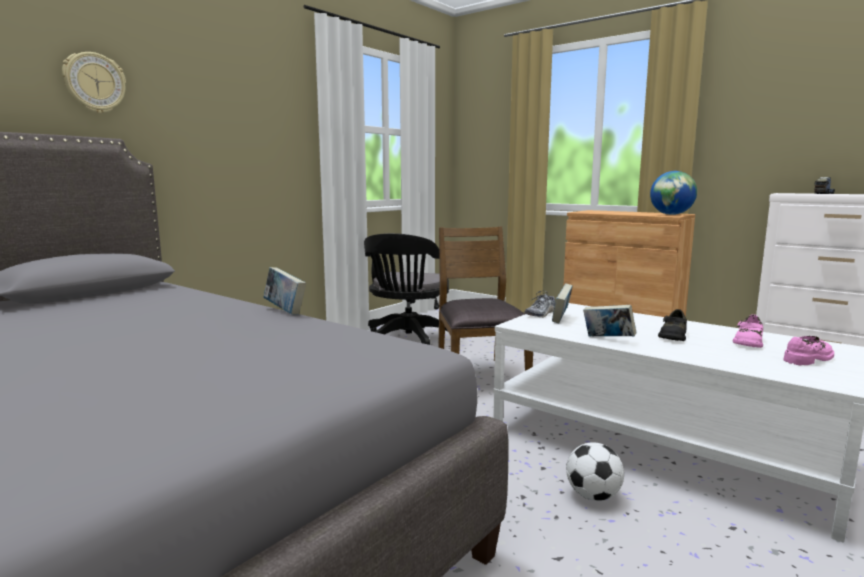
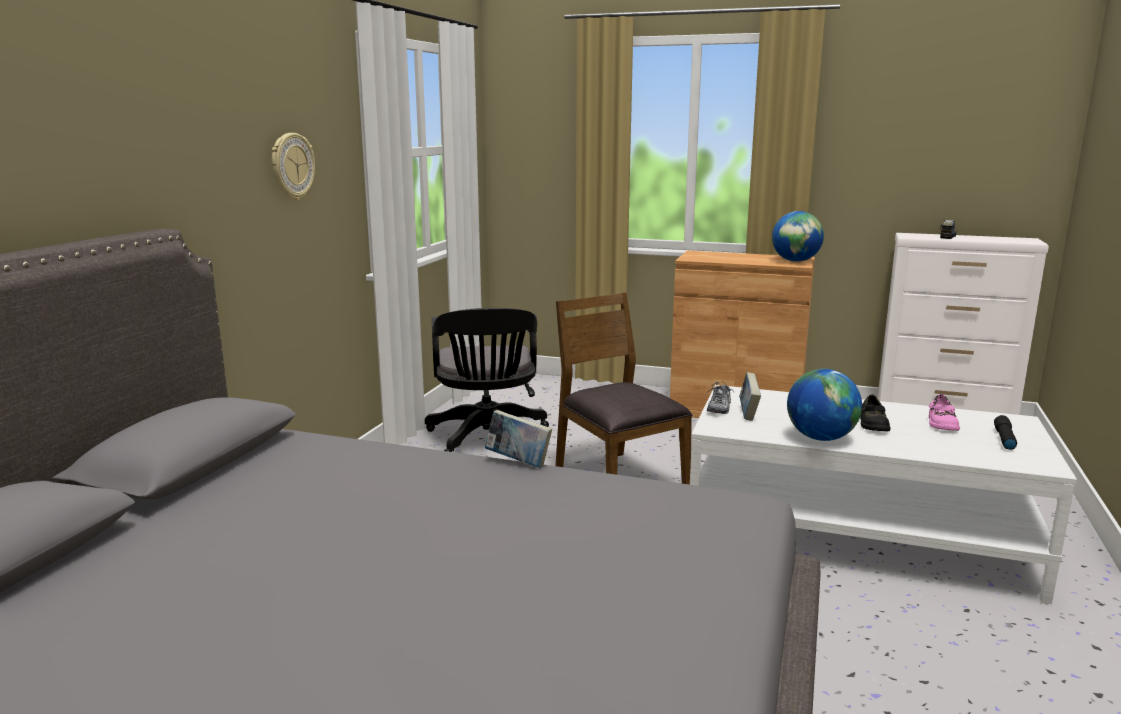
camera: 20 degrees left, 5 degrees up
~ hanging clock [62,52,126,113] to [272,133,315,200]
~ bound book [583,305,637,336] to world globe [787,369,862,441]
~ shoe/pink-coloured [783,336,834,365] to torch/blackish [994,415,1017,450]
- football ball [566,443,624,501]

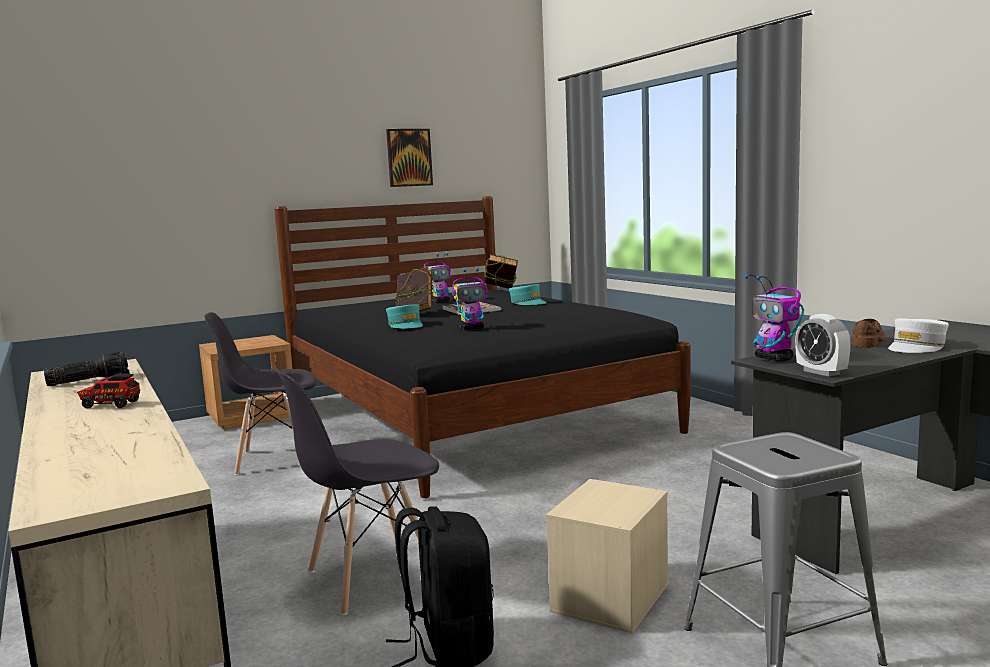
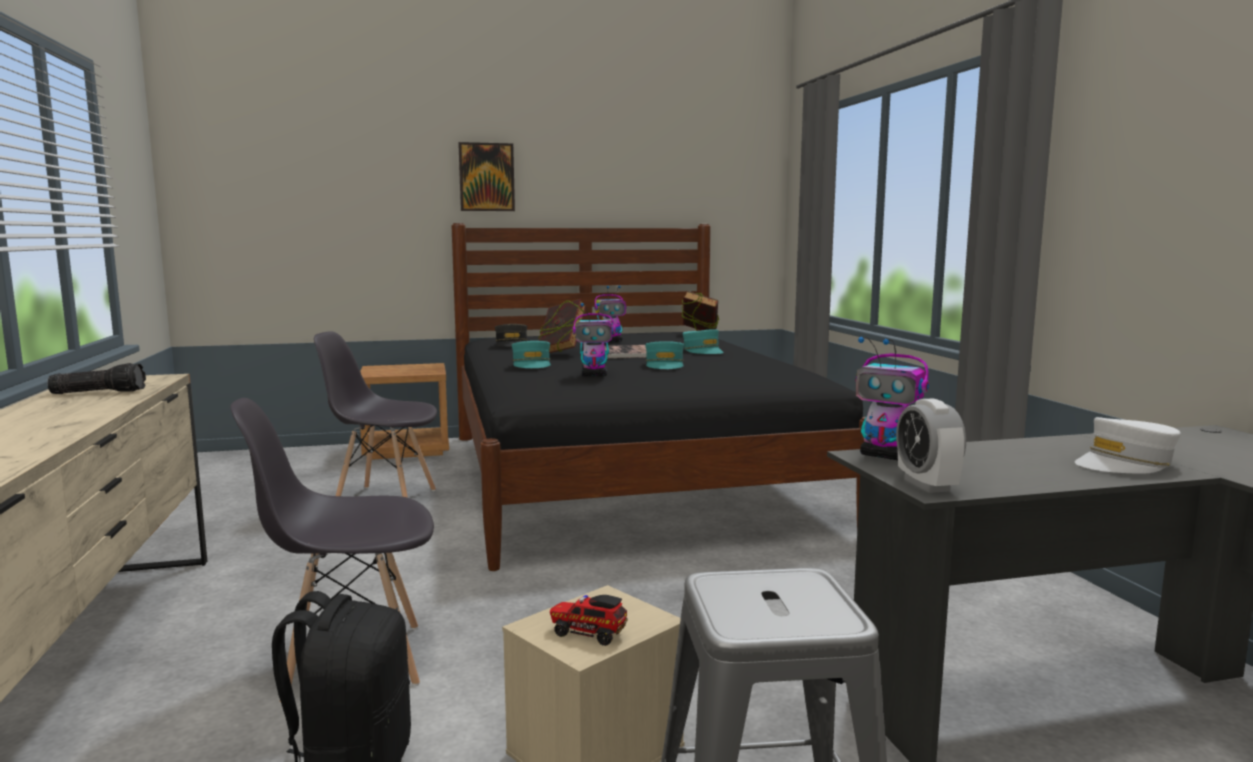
camera: 15 degrees right, 0 degrees up
~ wall picture [386,129,433,187] to [458,142,515,211]
+ cap/grey [495,324,527,347]
~ model truck [77,374,140,409] to [550,595,628,646]
+ cap/blue-green [645,341,684,369]
~ model robot [744,275,804,362] = [856,337,929,460] 45 degrees counterclockwise
- shoe/brown [851,319,886,348]

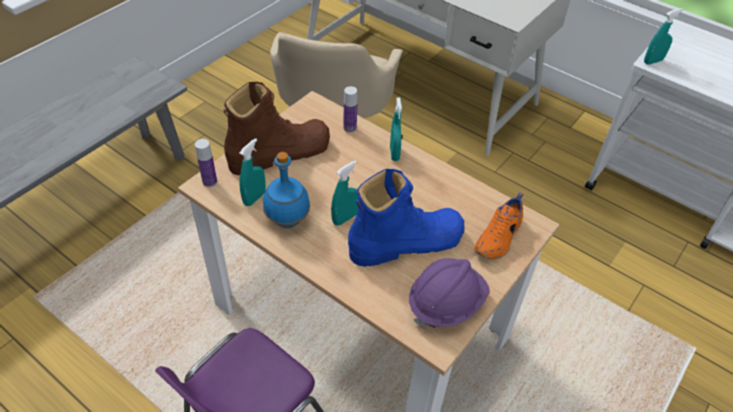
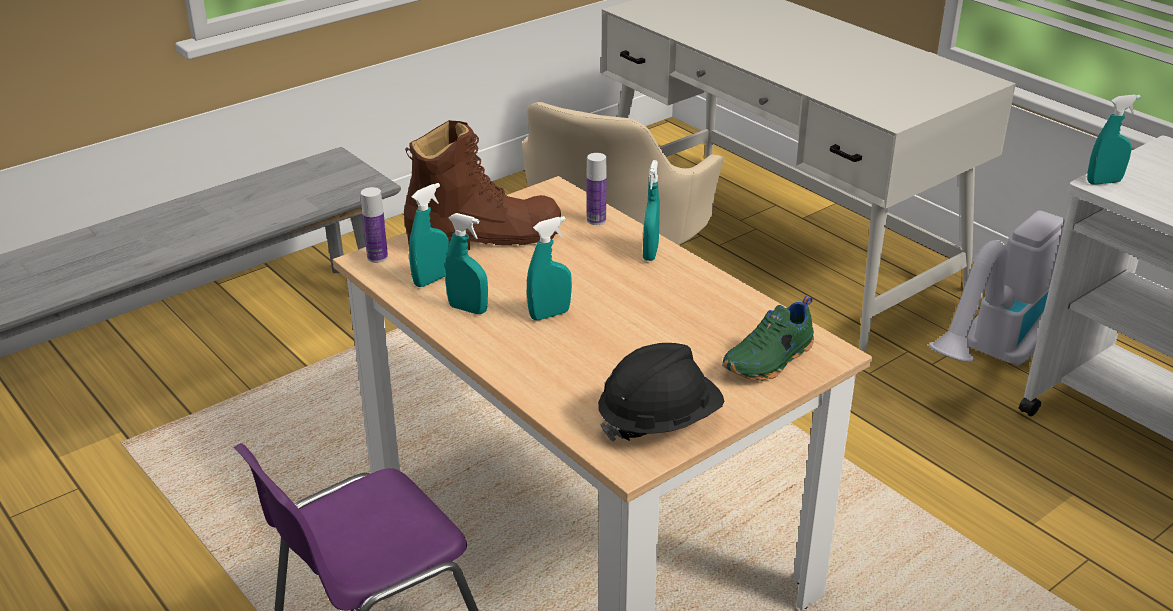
camera: 15 degrees right, 15 degrees down
~ beverage bottle/bluish [263,152,310,229] to spray bottle/blue-green [445,213,488,314]
~ hard hat/purple-coloured [409,258,490,330] to hard hat/blackish [598,343,724,442]
~ shoe/orangey [474,193,523,259] to shoe/green-coloured [722,296,814,381]
+ vacuum cleaner [929,211,1065,367]
- tall boot/bluish [348,169,464,267]

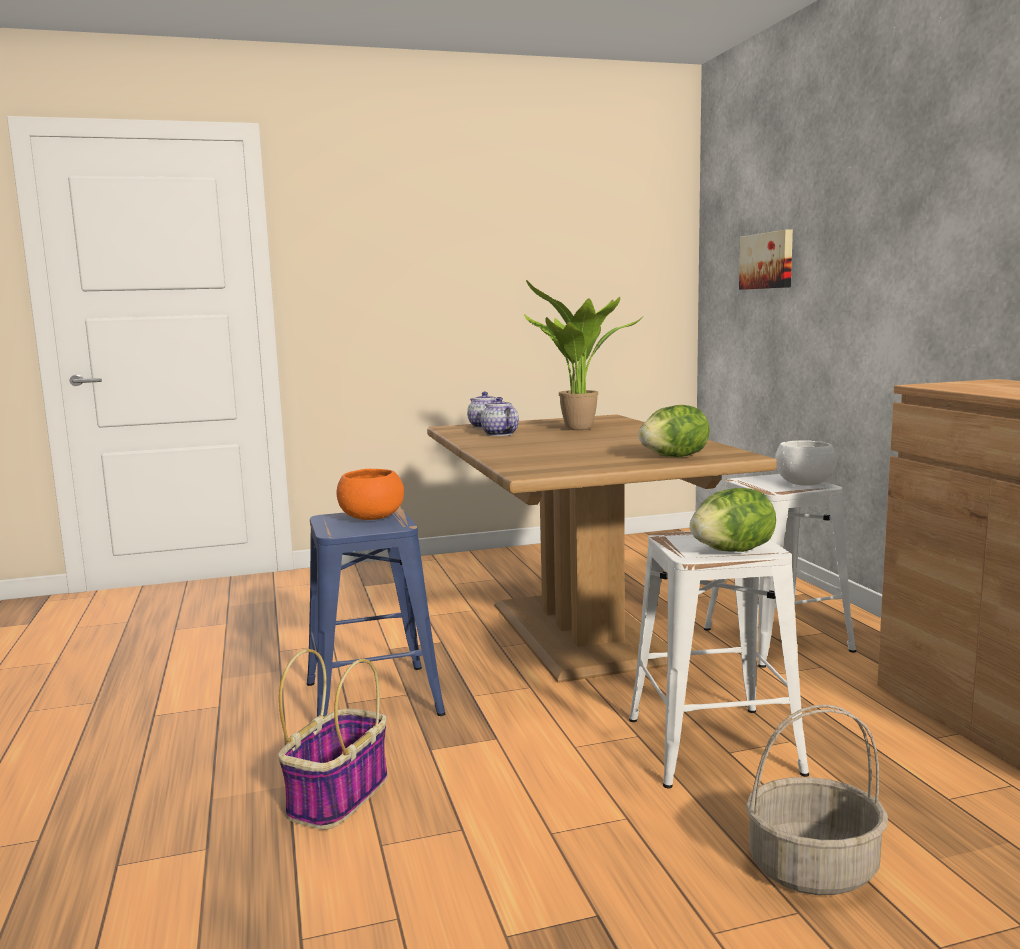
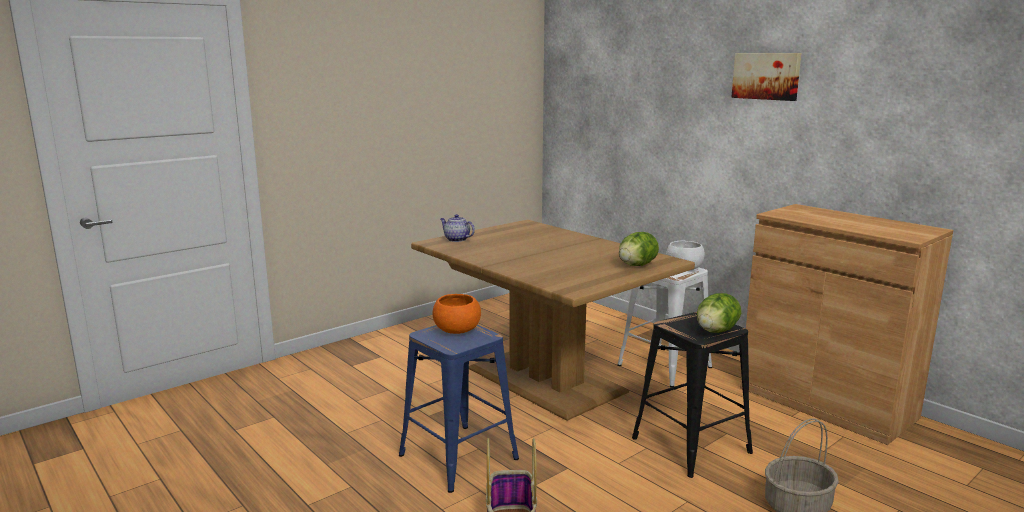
camera: 25 degrees left, 5 degrees up
~ sitting stool/whitish [629,531,809,788] to sitting stool/blackish [632,312,753,478]
~ wall picture [739,230,793,290] to [731,53,802,101]
- teapot [481,397,519,436]
- plant in a pot [524,280,643,430]

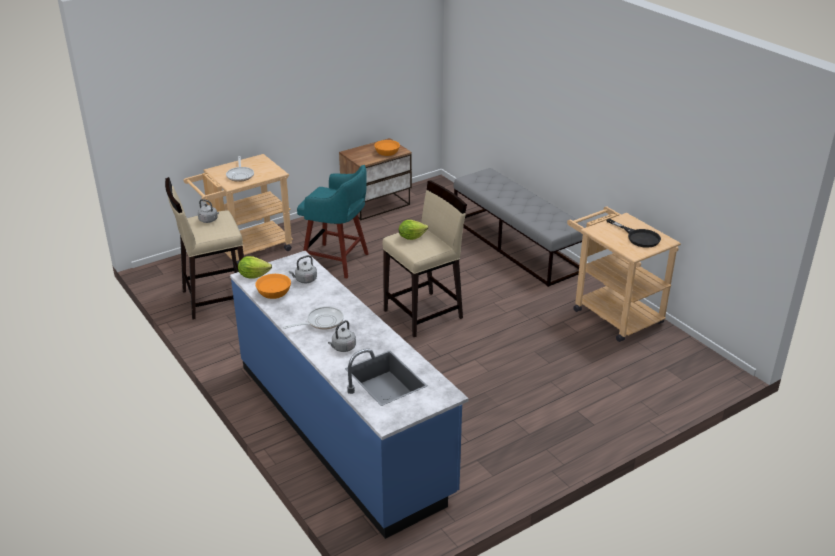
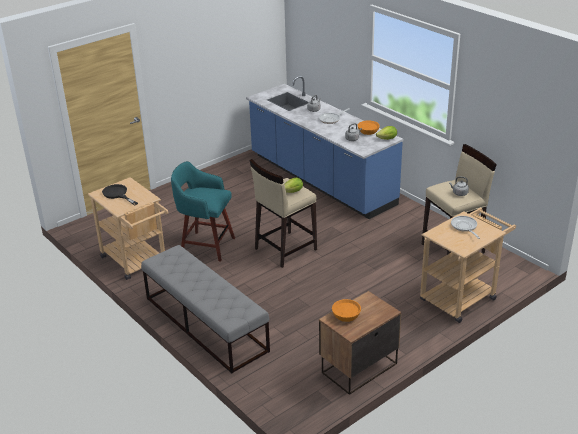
camera: 175 degrees right, 0 degrees up
~ sitting stool/blue-green [297,165,369,278] to [171,161,235,262]

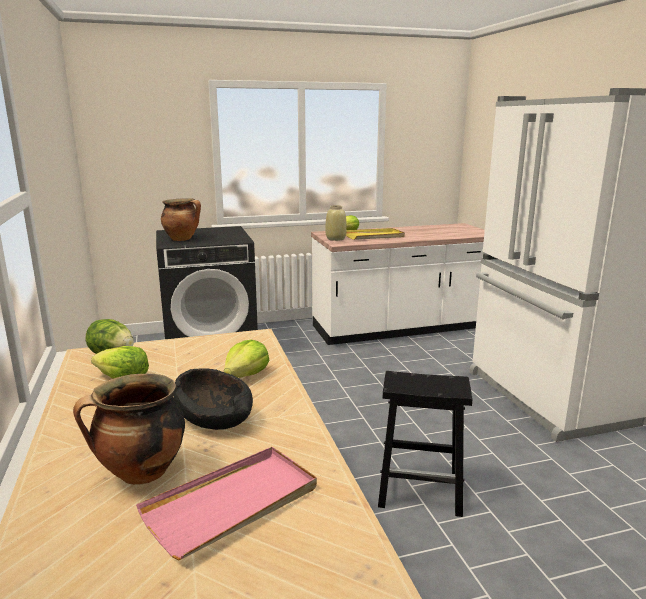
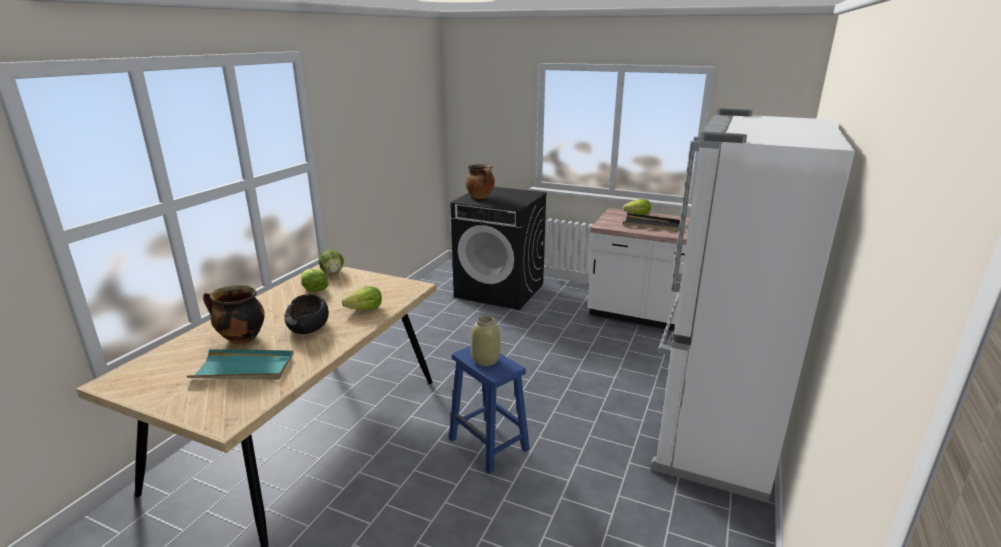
camera: 40 degrees right, 5 degrees up
~ carrying tray/pink-coloured [136,447,317,560] to carrying tray/blue-green [187,349,294,380]
~ sitting stool/blackish [378,371,472,517] to sitting stool/bluish [449,346,530,474]
~ decorative vase/beige-coloured [325,205,347,241] to [471,315,501,366]
~ carrying tray/yellowish [346,228,405,240] to carrying tray/blackish [623,213,680,232]

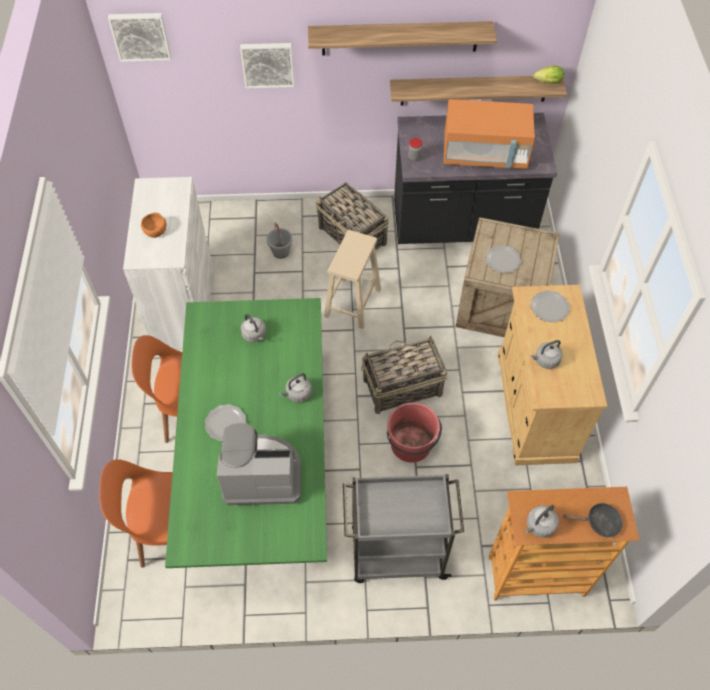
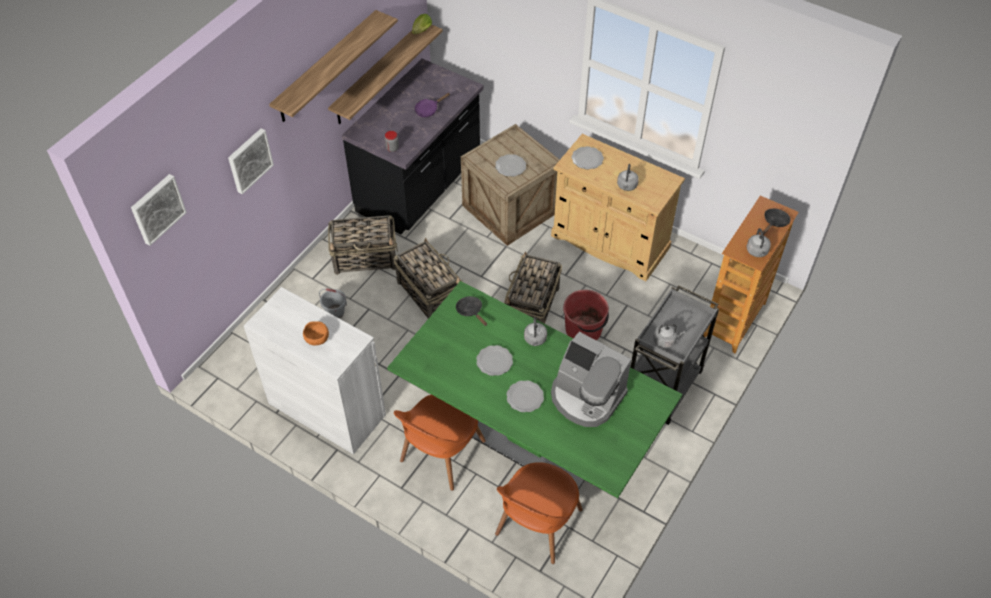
camera: 55 degrees left, 5 degrees down
~ sitting stool/beige-coloured [324,230,381,329] to storage basket [393,237,463,319]
~ kitchen microwave/orangey [443,99,535,169] to pan/purple-coloured [414,93,450,117]
+ pan/blackish [456,296,487,326]
+ plate [476,345,513,376]
~ coffee machine [217,422,301,505] = [551,332,631,427] 90 degrees counterclockwise
~ water kettle/grey [241,314,266,342] to [654,324,685,348]

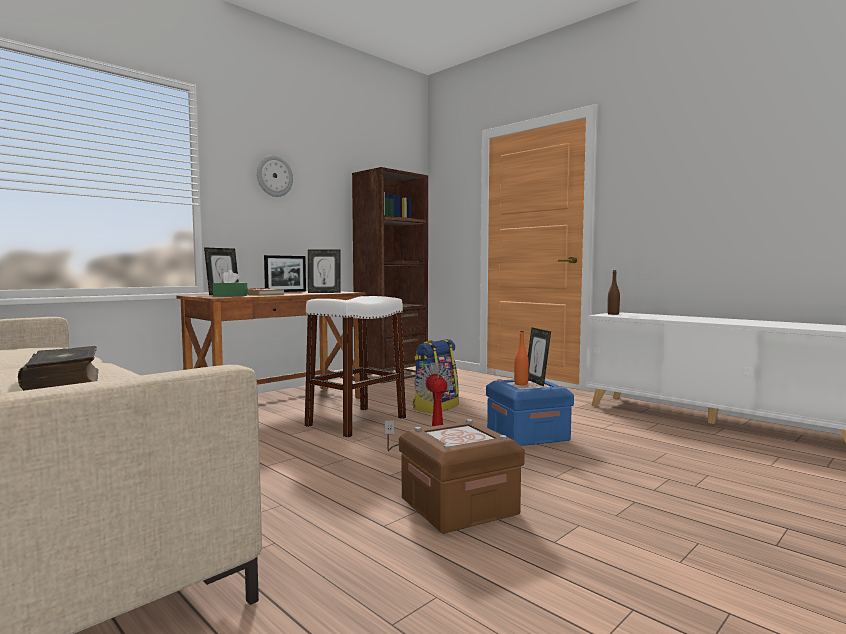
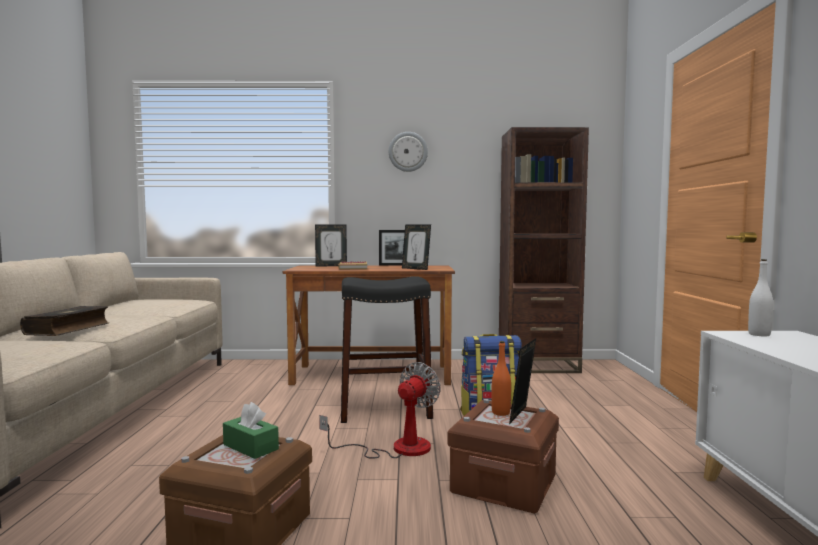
camera: 45 degrees right, 0 degrees up
~ tissue box/green-coloured [213,270,248,296] to [223,402,279,459]
~ sitting stool/whitish [304,296,406,438] to sitting stool/blackish [341,276,433,423]
~ storage box/bluish [486,379,574,446] to storage box/brown [448,399,559,514]
~ beverage bottle/brown [607,270,620,315] to beverage bottle/whitish [748,259,773,336]

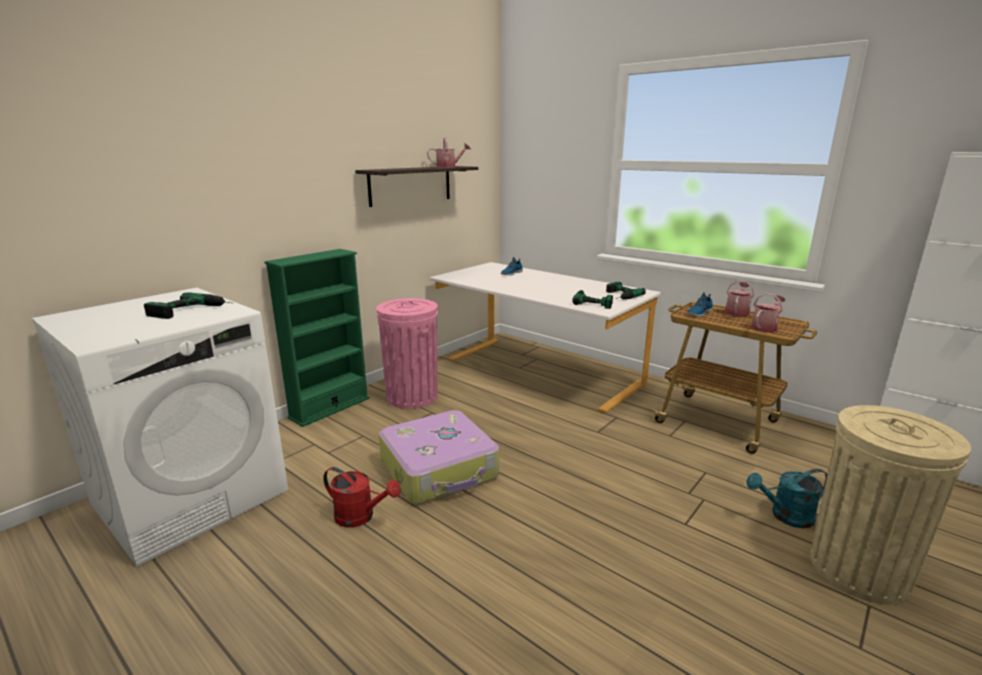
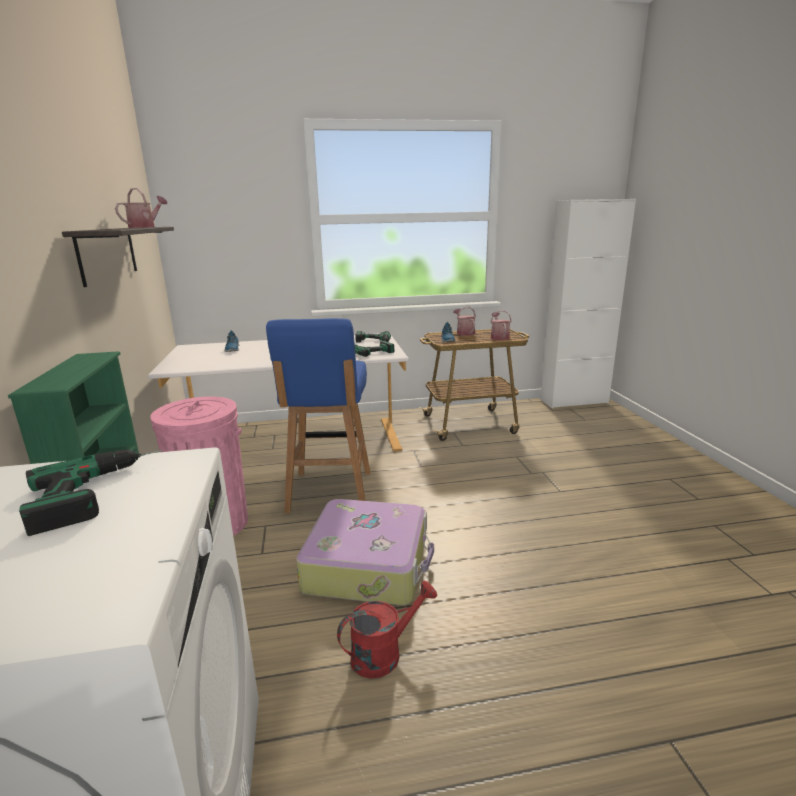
camera: 50 degrees left, 0 degrees up
+ sitting stool/bluish [266,318,370,513]
- watering pot/blue-green [746,469,827,528]
- rubbish bin/beige-coloured [810,405,971,604]

